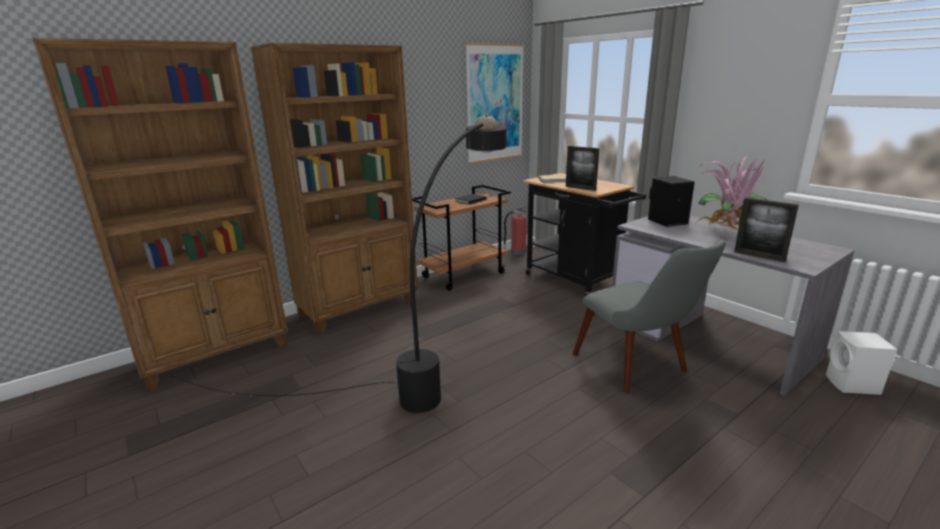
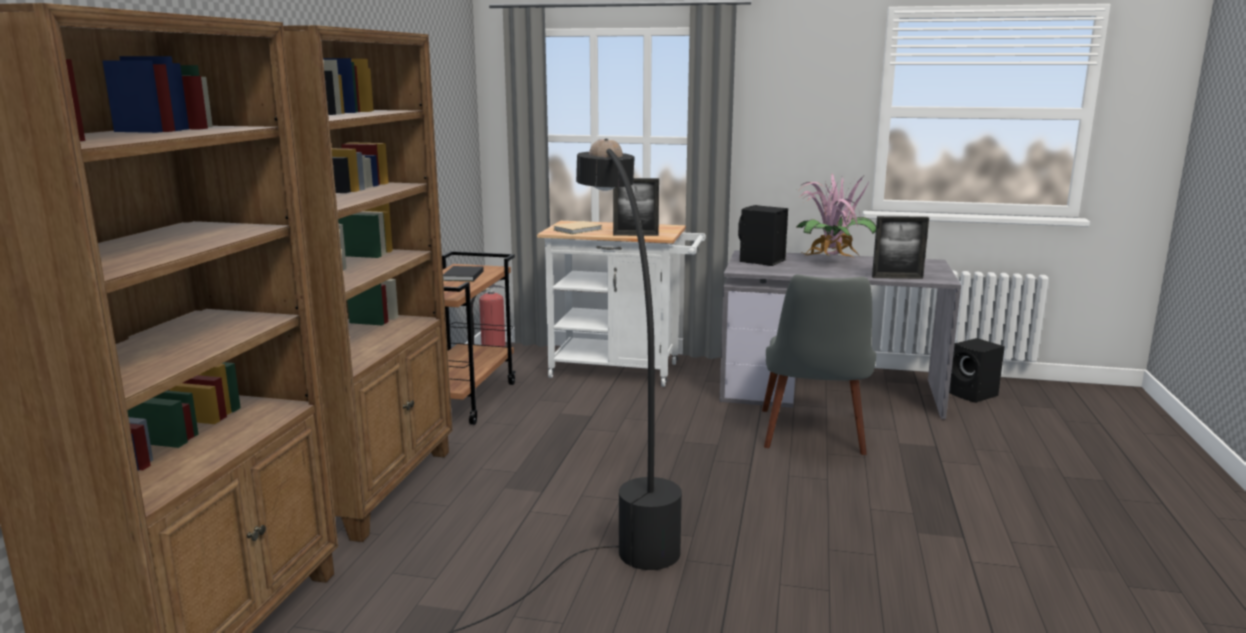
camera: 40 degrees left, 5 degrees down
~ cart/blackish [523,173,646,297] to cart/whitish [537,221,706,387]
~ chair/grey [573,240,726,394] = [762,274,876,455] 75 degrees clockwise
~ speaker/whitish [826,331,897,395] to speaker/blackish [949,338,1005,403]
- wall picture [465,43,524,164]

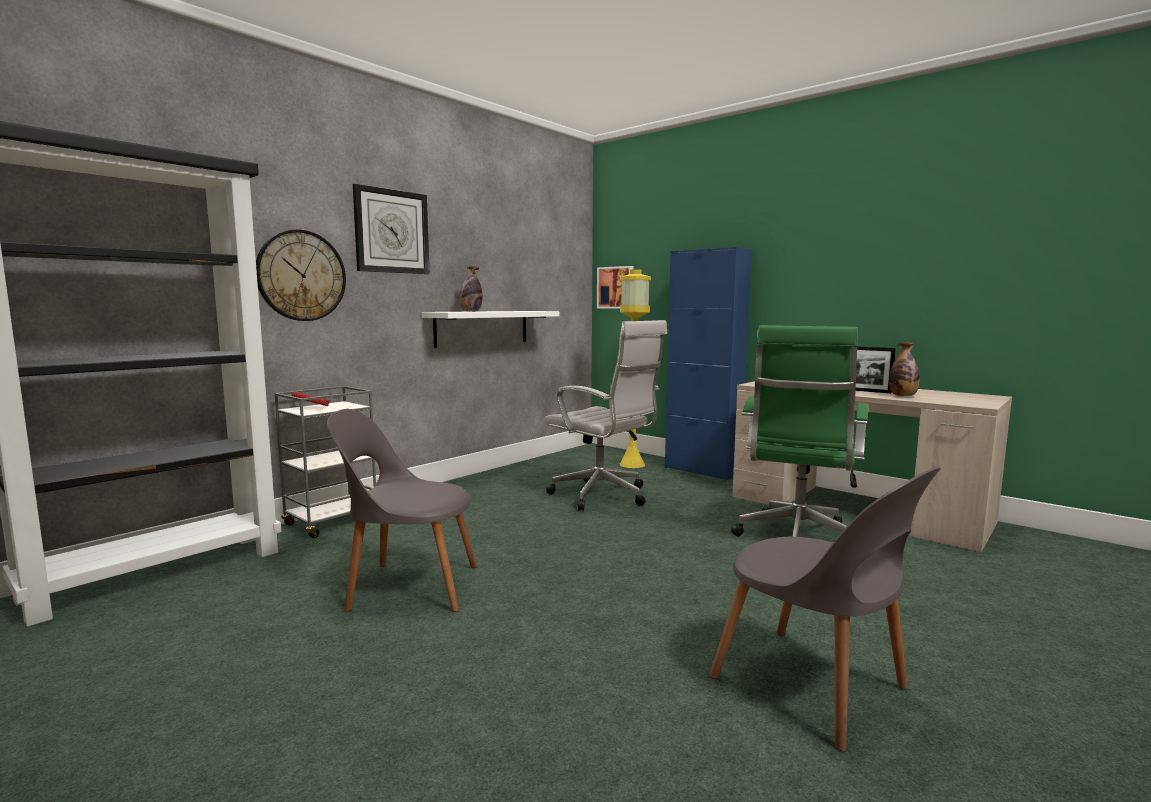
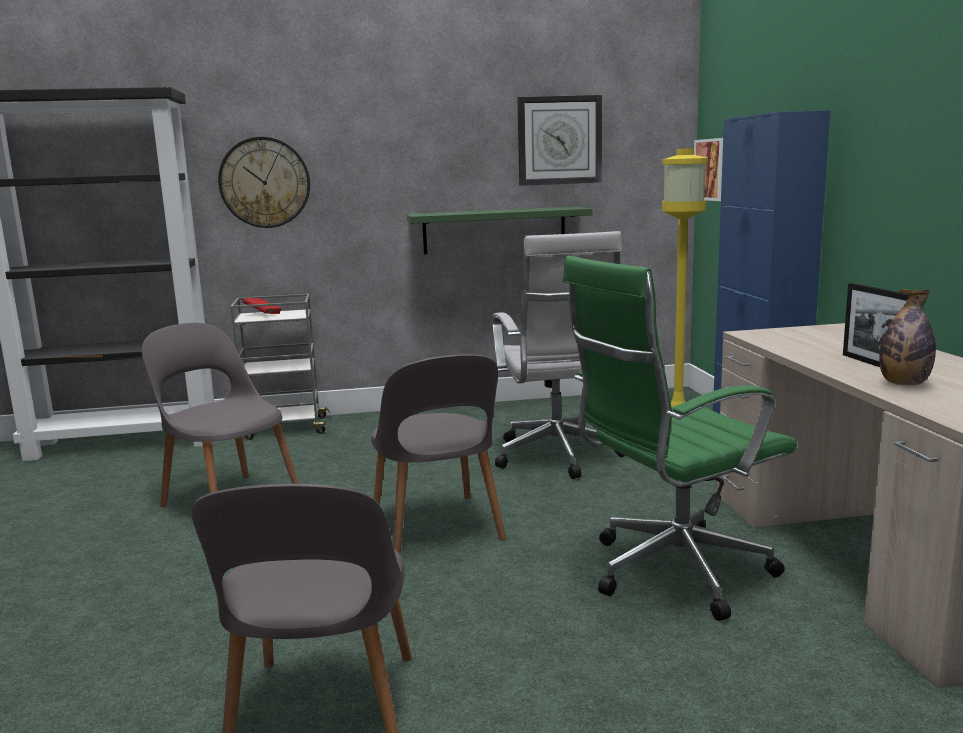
camera: 40 degrees right, 5 degrees up
+ chair/grey [371,354,506,554]
~ wall shelf/whitish [422,311,559,348] to wall shelf/green-coloured [407,206,592,254]
~ hanging clock [353,184,430,274] to [517,95,602,186]
- beverage bottle [459,266,482,312]

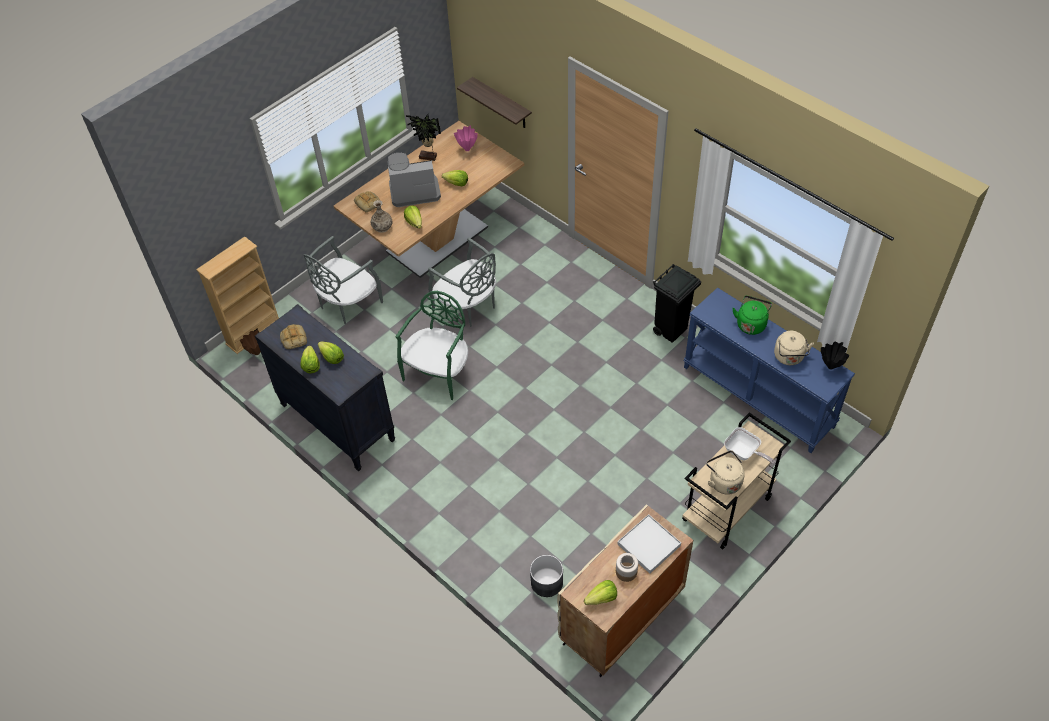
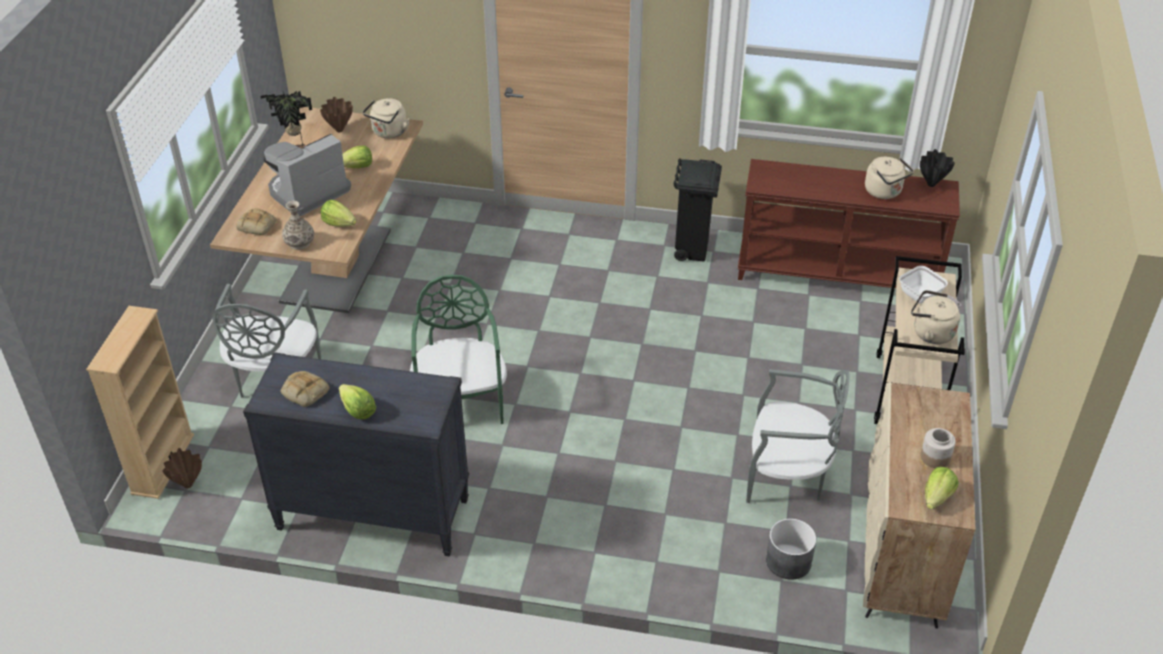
camera: 35 degrees left, 10 degrees down
~ decorative vase/pink-coloured [454,125,478,151] to decorative vase/brown [320,97,353,132]
+ water kettle/beige-coloured [363,98,409,138]
~ hall table/bluish [683,287,855,453] to hall table/brown [738,159,960,288]
~ chair/grey [428,238,496,327] to [746,369,850,503]
~ pan [724,427,775,464] = [899,266,961,308] 45 degrees clockwise
- lettuce [318,342,344,364]
- wall shelf [457,77,532,128]
- carrying tray/whitish [618,514,681,574]
- water kettle/green-coloured [732,296,772,335]

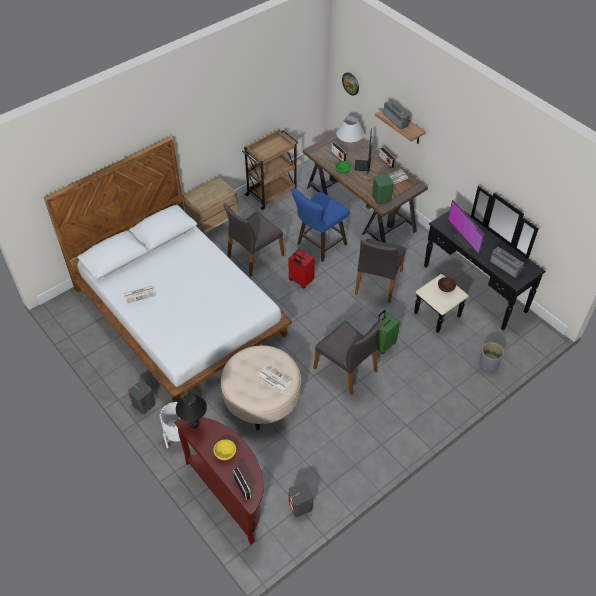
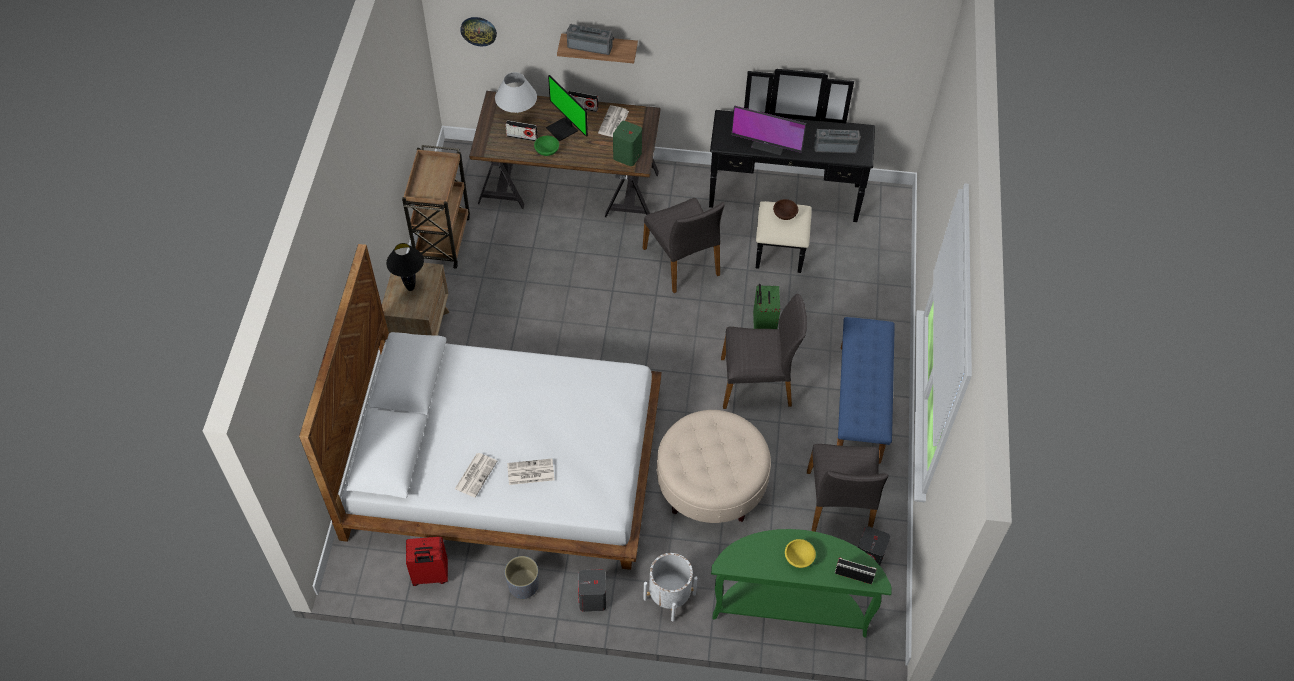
camera: 45 degrees left, 5 degrees up
~ lamp for a table/blackish [176,393,207,429] to [386,243,424,291]
~ travel case/reddish [288,249,315,288] to [406,537,448,586]
~ plant pot/grey [479,342,504,371] to [505,556,539,599]
~ newspaper [257,365,292,393] to [507,459,554,485]
~ hall table/brown [174,417,264,545] to hall table/green-coloured [711,529,892,637]
~ chair/grey [224,203,284,277] to [807,444,888,532]
+ indoor bench/bluish [837,317,895,464]
- sitting stool/bluish [291,188,350,262]

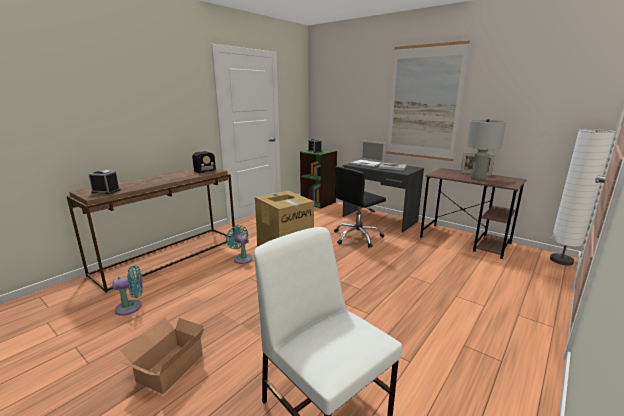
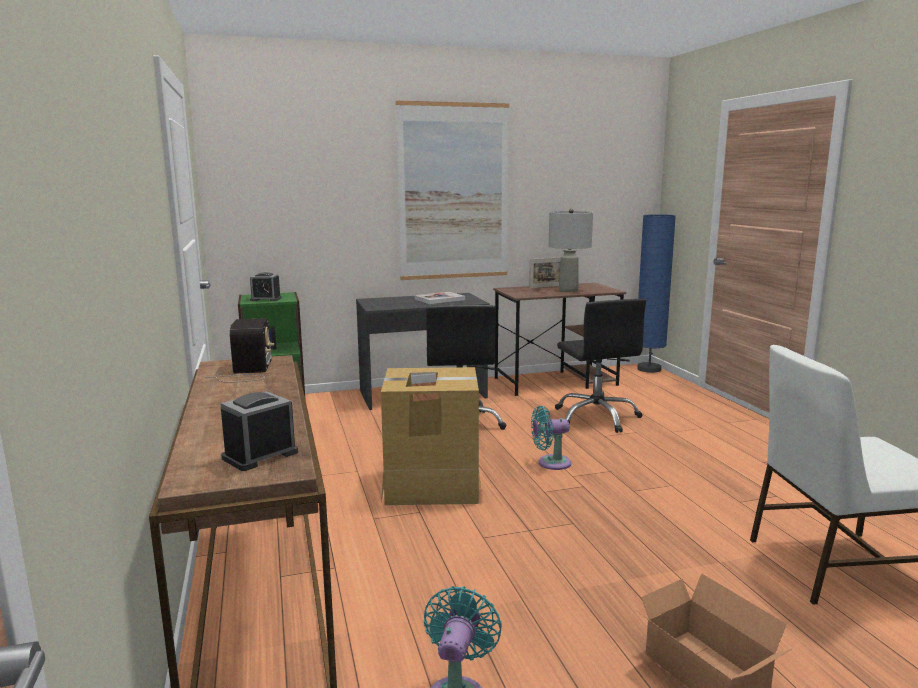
camera: 55 degrees left, 5 degrees down
~ cooling fan/blue-green [226,225,253,264] to [531,406,571,470]
+ office chair/blackish [555,299,646,433]
~ standing lamp/whitish [550,129,615,266] to standing lamp/bluish [637,214,676,373]
- laptop [351,140,385,167]

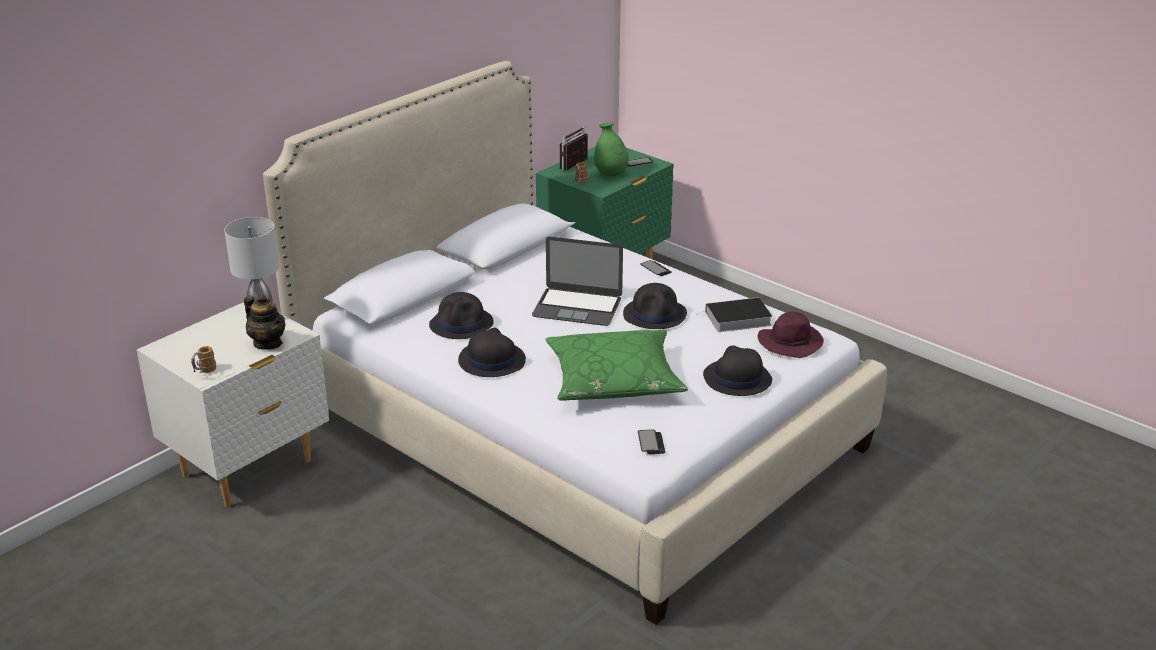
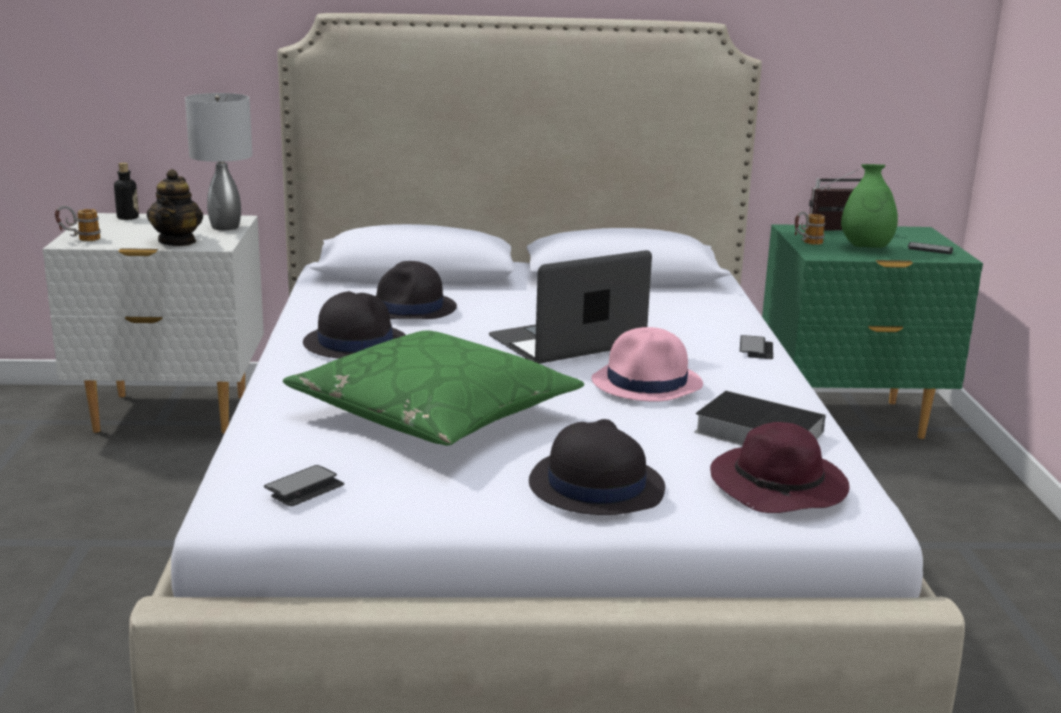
camera: 45 degrees right, 10 degrees down
+ beverage bottle [114,163,139,220]
~ laptop [532,237,623,326] = [489,250,652,364] 90 degrees clockwise
~ clothing hat/blackish [623,283,687,329] to clothing hat/pink-coloured [591,327,703,402]

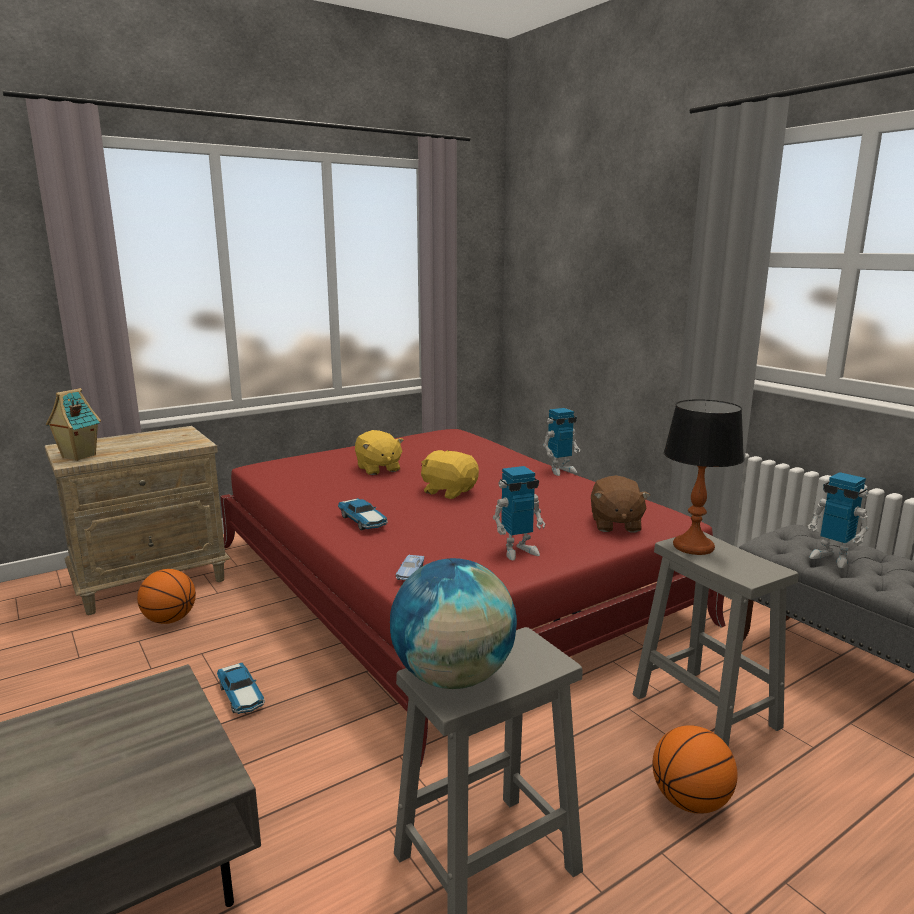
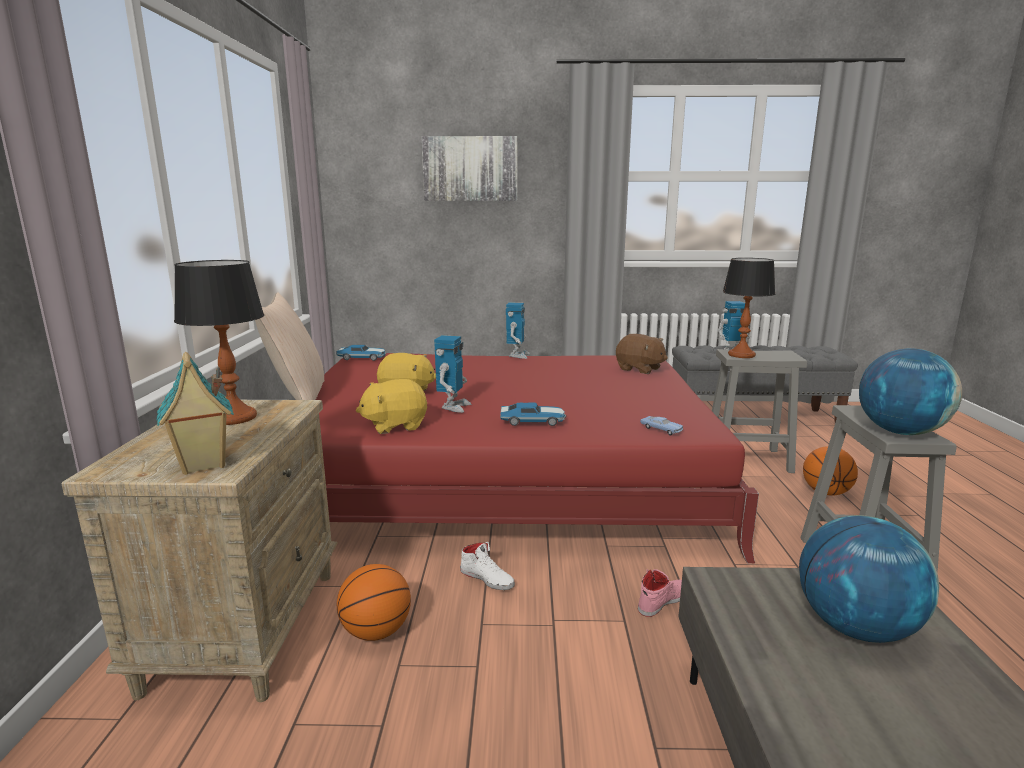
camera: 55 degrees left, 0 degrees up
+ lamp for a table [174,260,264,425]
+ cushion/beige-coloured [255,292,324,400]
~ toy car [217,663,265,714] to [336,345,386,361]
~ soft toy/yellowish [421,450,479,499] to [356,379,427,434]
+ wall picture [422,136,518,201]
~ model robot [493,466,546,560] to [434,335,472,413]
+ shoe/whitish [460,542,515,590]
+ shoe/pink-coloured [638,569,682,617]
+ world globe [799,515,939,643]

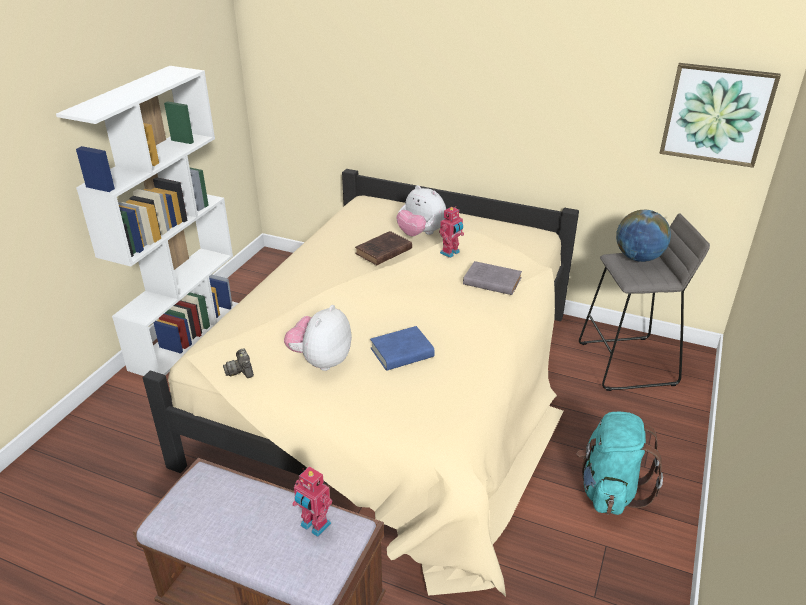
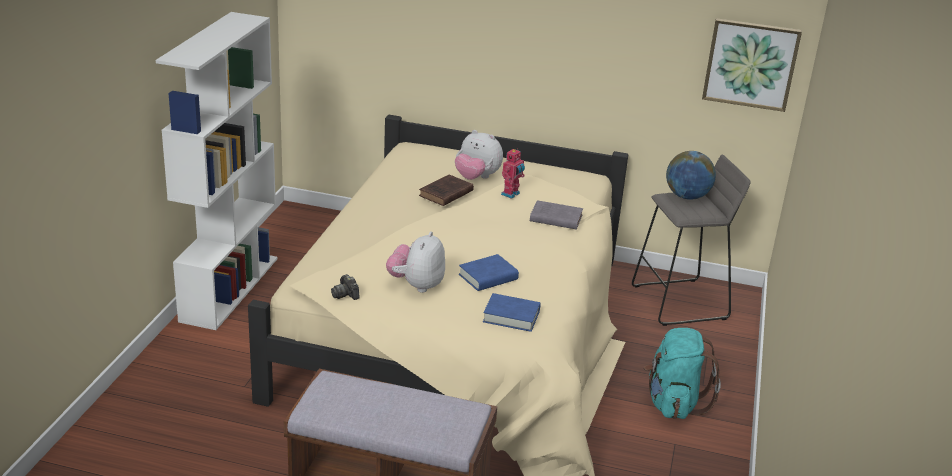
camera: 10 degrees left, 5 degrees down
+ bound book/bluish [483,293,541,332]
- model robot [293,466,332,537]

